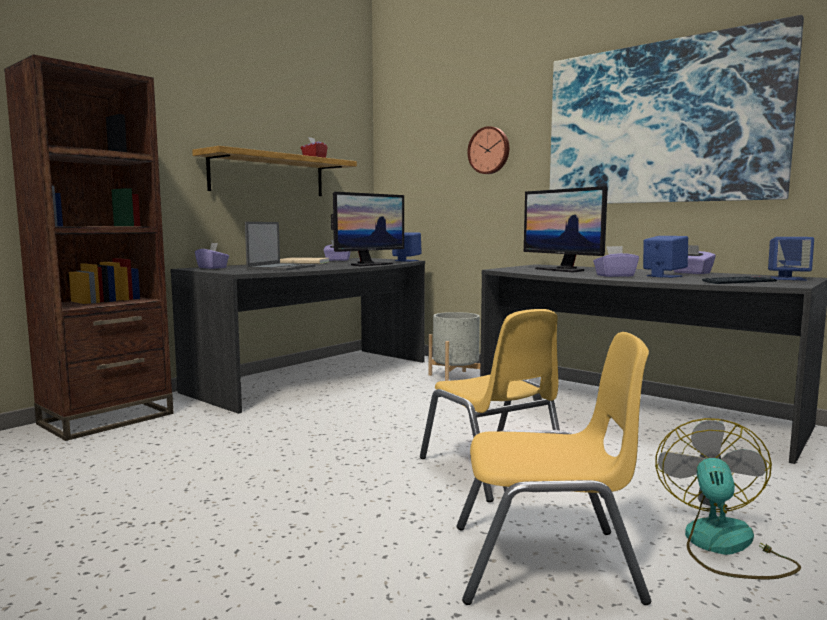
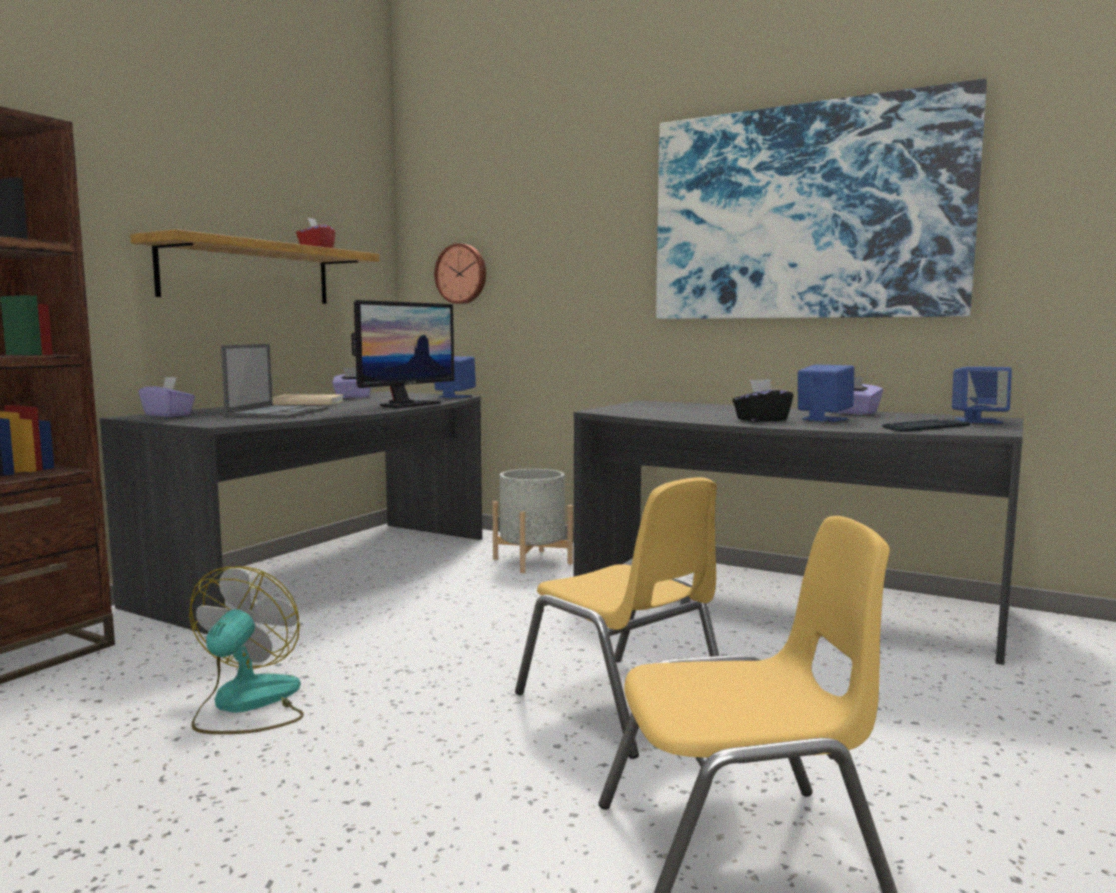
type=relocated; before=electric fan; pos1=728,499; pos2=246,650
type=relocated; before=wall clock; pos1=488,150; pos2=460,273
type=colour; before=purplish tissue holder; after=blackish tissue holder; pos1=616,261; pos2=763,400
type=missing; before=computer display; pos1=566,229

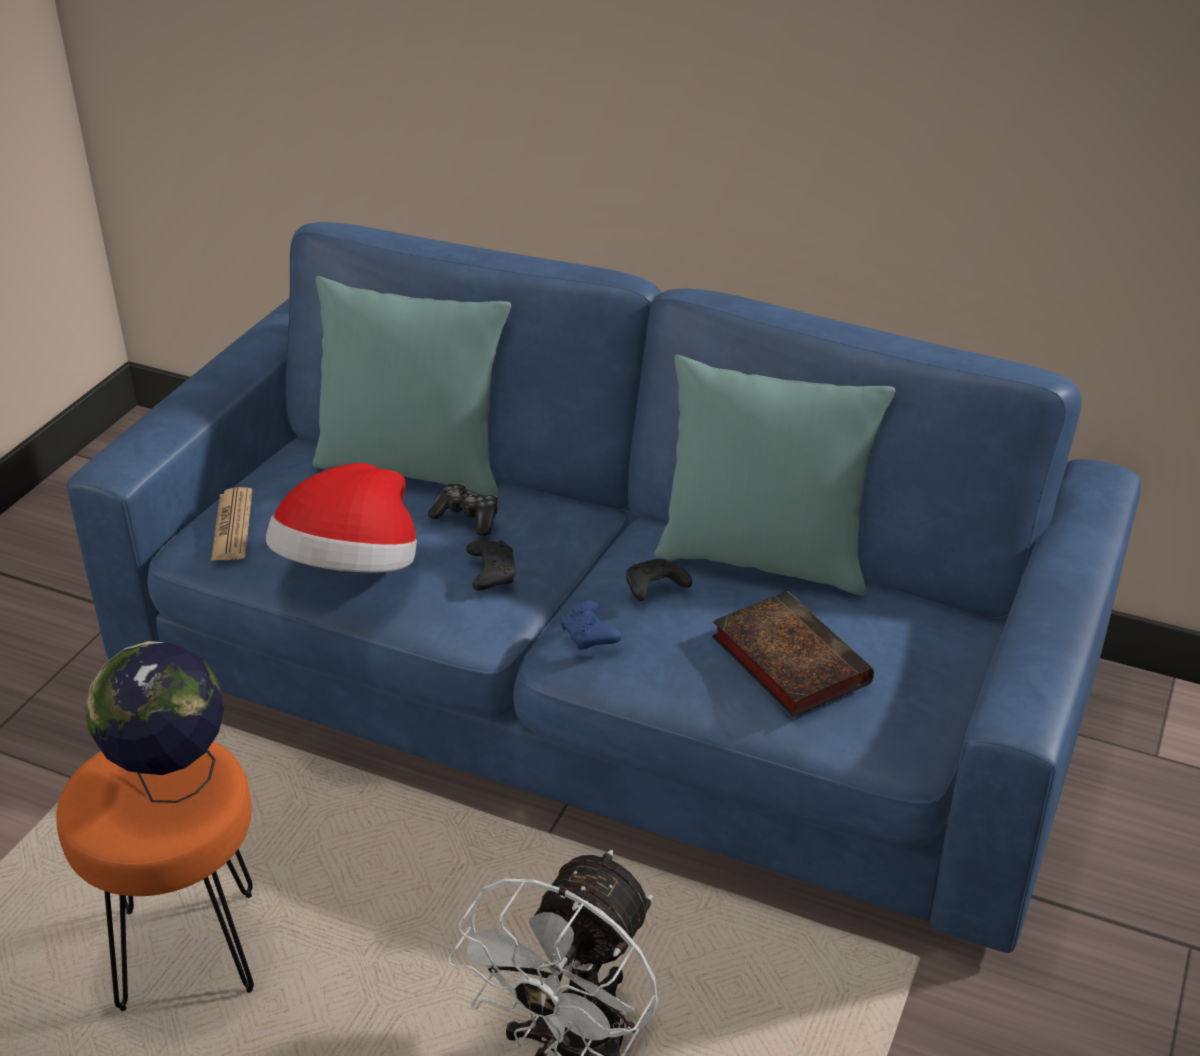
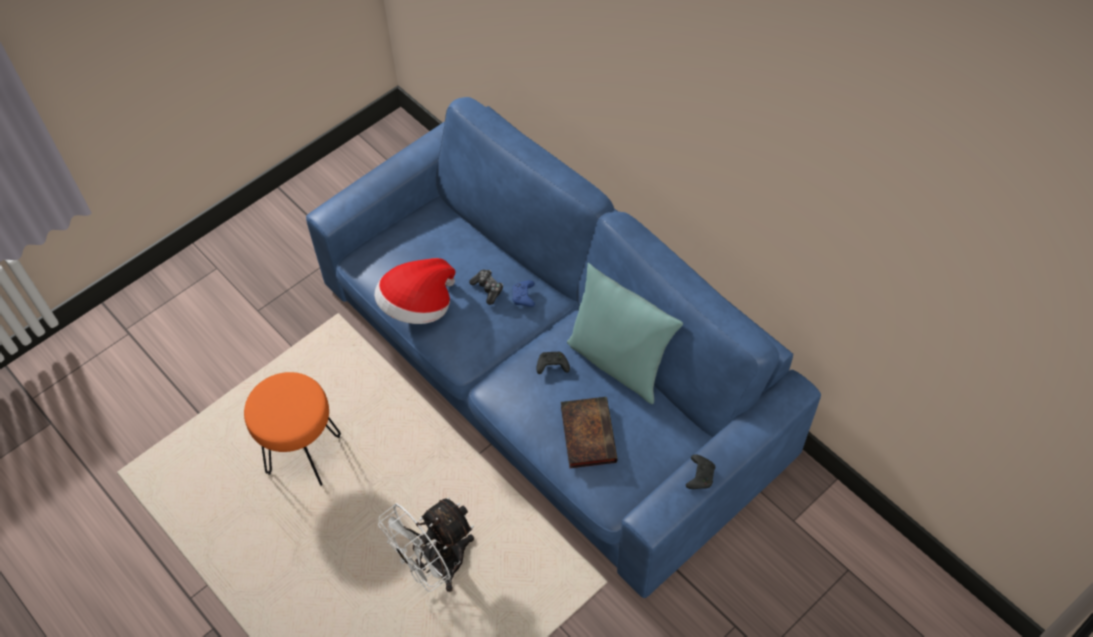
type=relocated; before=blue gamepad; pos1=590,625; pos2=523,293
type=relocated; before=blackish gamepad; pos1=491,565; pos2=700,471
type=missing; before=globe; pos1=154,722
type=missing; before=daily paper; pos1=232,524
type=missing; before=blue-green throw pillow; pos1=411,386

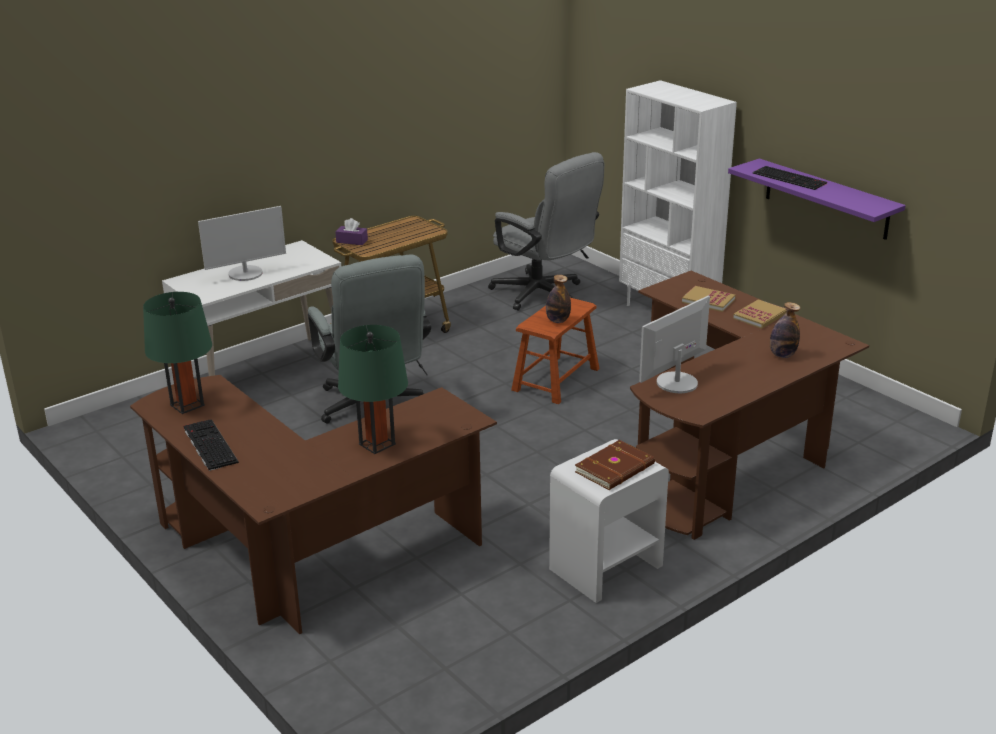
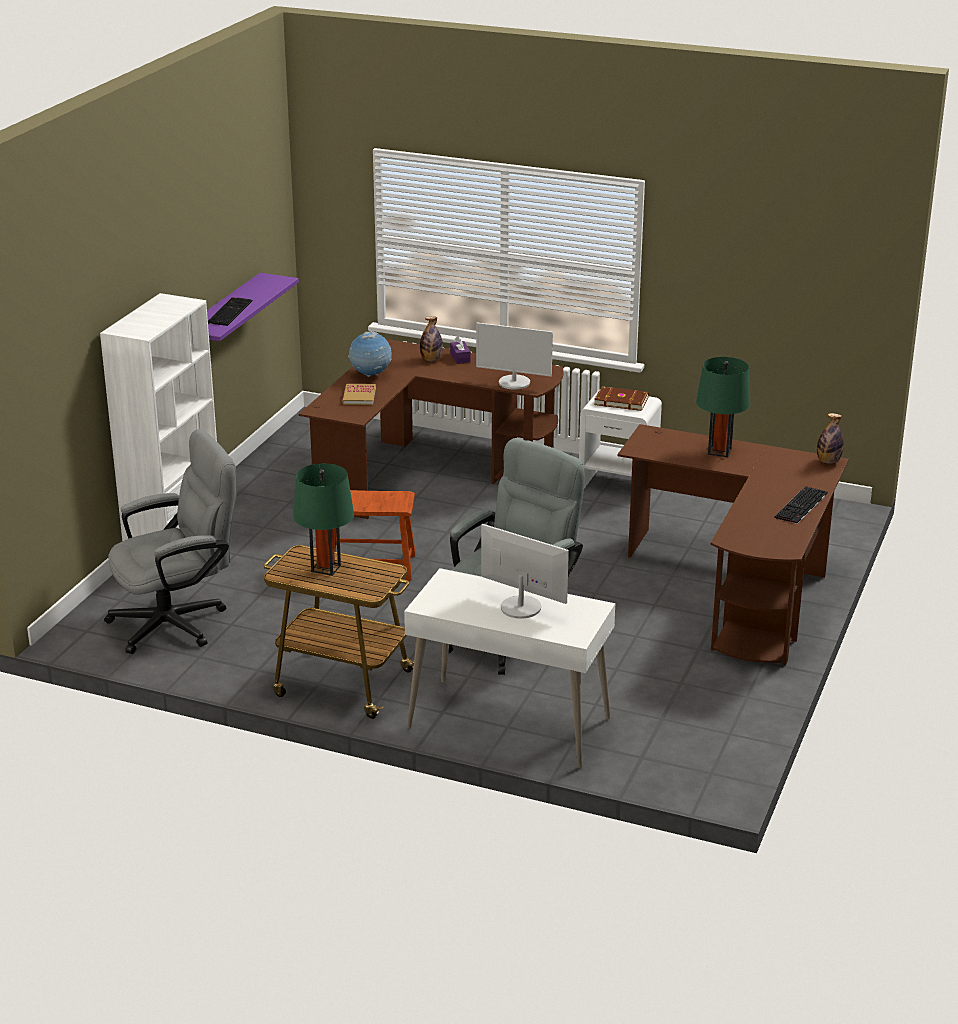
type=spun; before=greyish computer chair; pos1=546,231; pos2=170,541; turn=45
type=relocated; before=greenish tabletop lamp; pos1=177,353; pos2=323,519
type=exchanged; before=volume; after=globe; pos1=759,314; pos2=370,354
type=relocated; before=purplish tissue holder; pos1=351,231; pos2=460,350
type=relocated; before=drink bottle; pos1=558,299; pos2=830,438

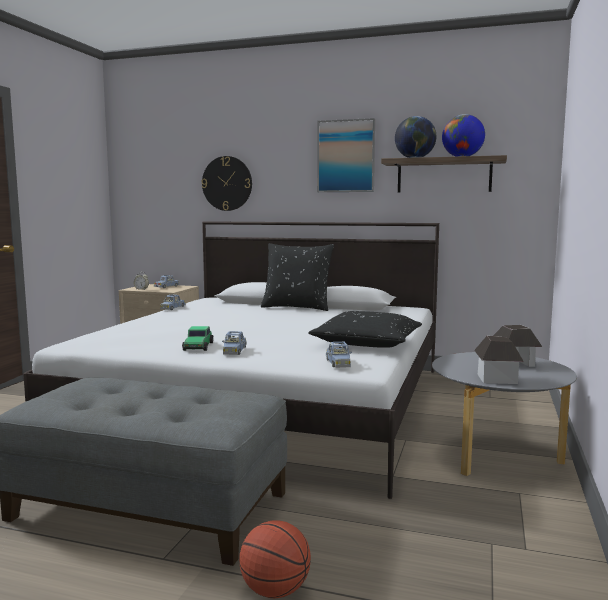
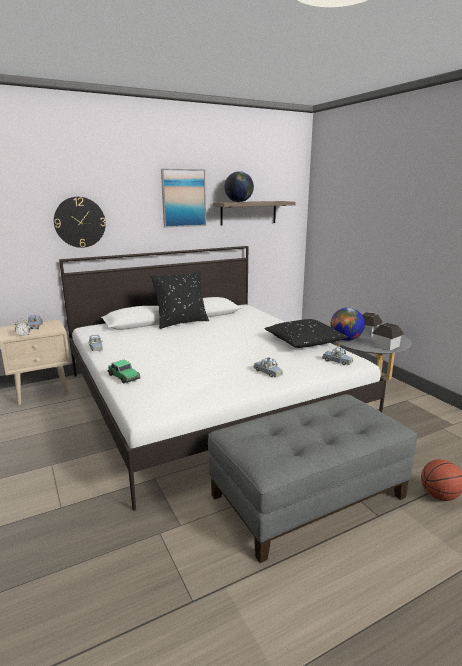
type=relocated; before=toy car; pos1=197,338; pos2=124,372
type=relocated; before=globe; pos1=463,135; pos2=347,324

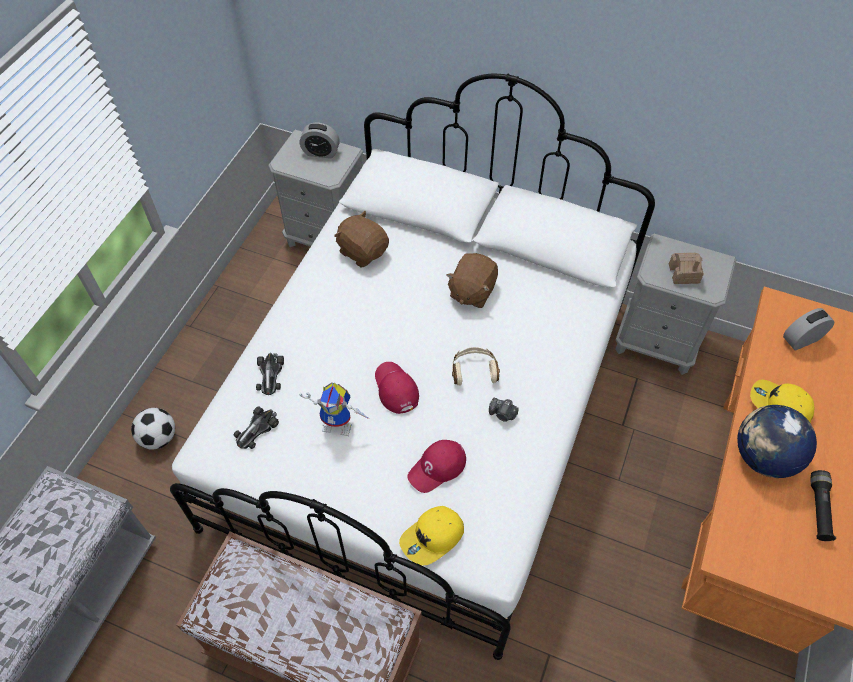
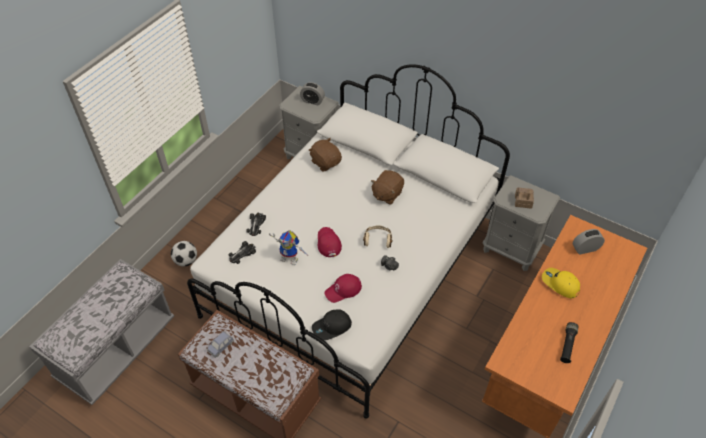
type=appeared; after=blue toy car; pos2=220,344
type=colour; before=yellow peaked cap; after=blackish peaked cap; pos1=431,535; pos2=332,324
type=missing; before=globe; pos1=777,441

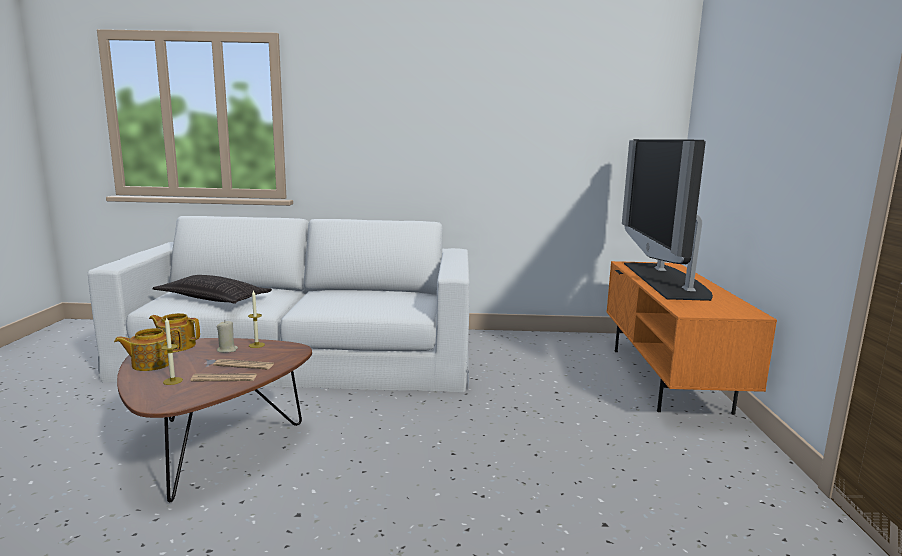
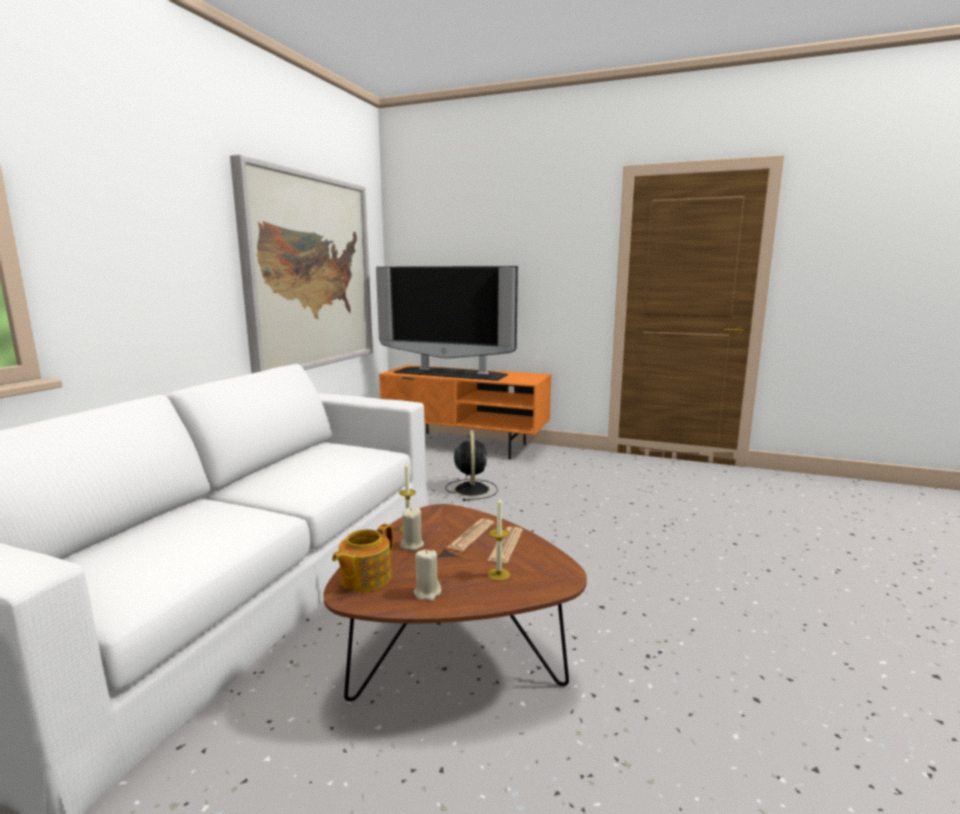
type=appeared; after=picture; pos2=301,264
type=exchanged; before=tea pot; after=beige-coloured wax candle; pos1=148,349; pos2=428,575
type=appeared; after=blackish electric fan; pos2=472,465
type=missing; before=throw pillow; pos1=212,289

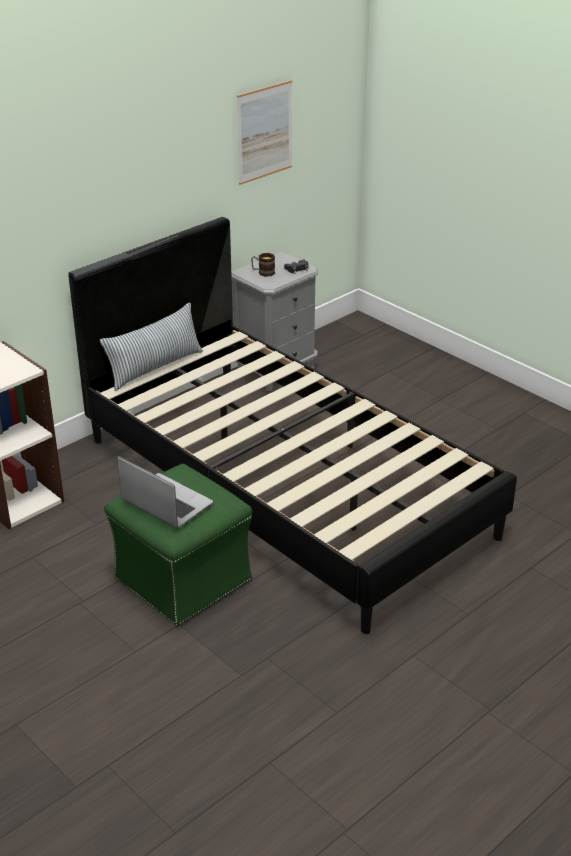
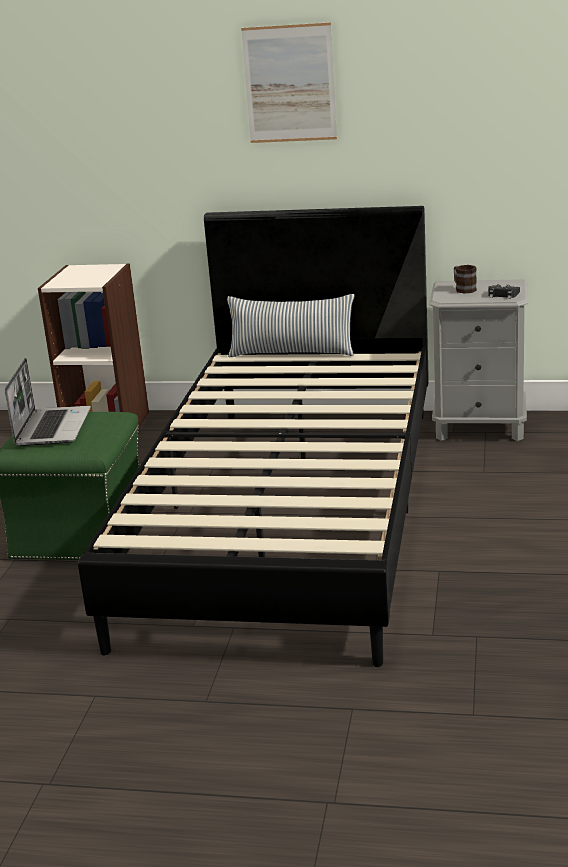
type=relocated; before=picture; pos1=264,132; pos2=289,82

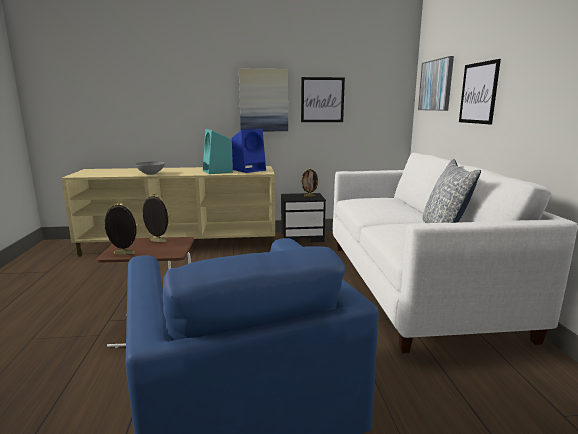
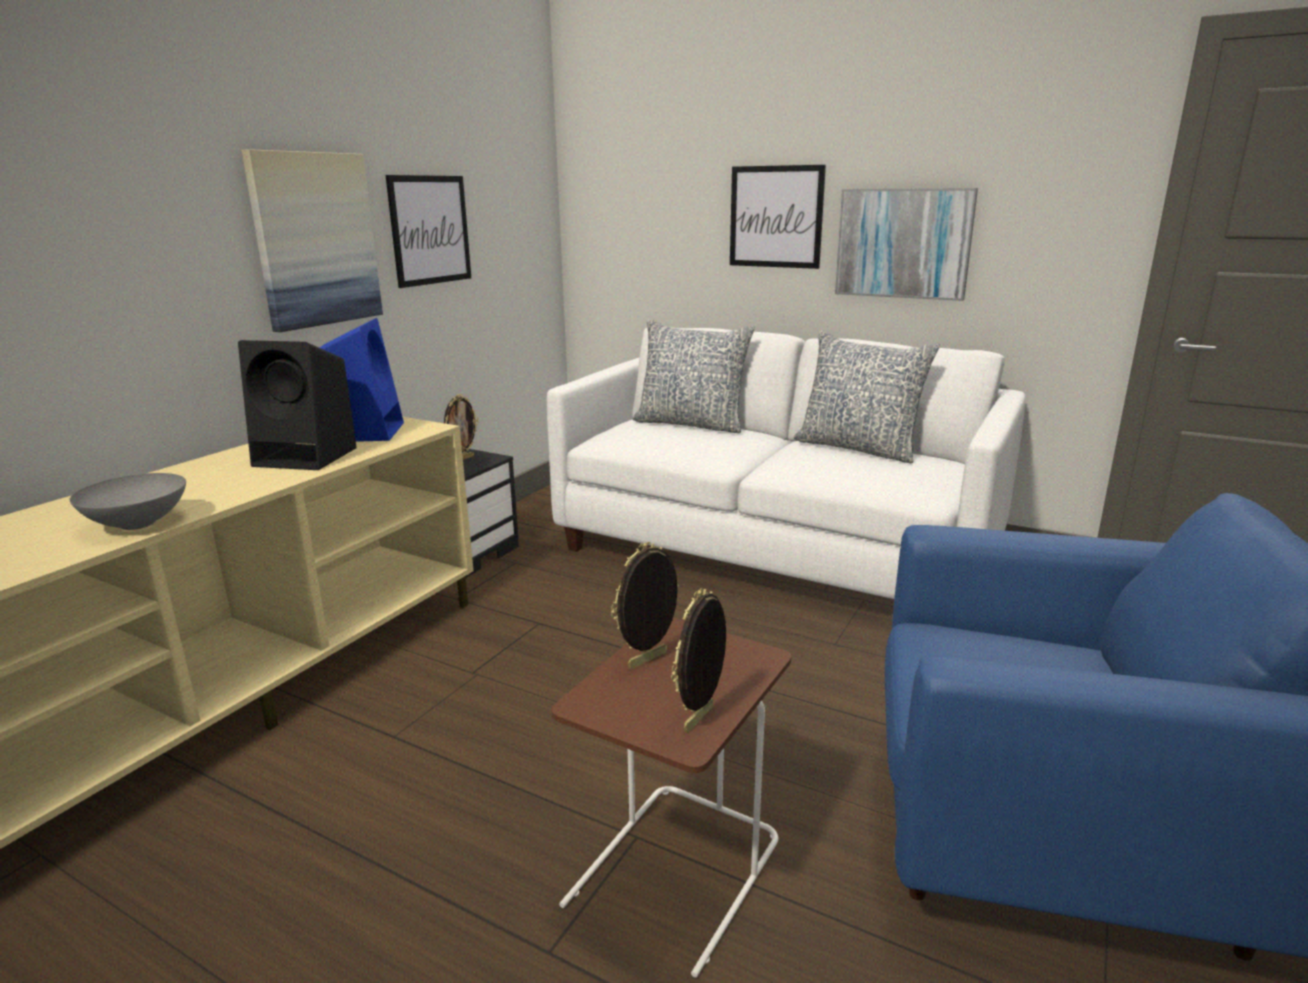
type=colour; before=blue-green audio speaker; after=blackish audio speaker; pos1=218,151; pos2=297,405
type=appeared; after=throw pillow; pos2=694,376
type=relocated; before=picture; pos1=436,83; pos2=906,244

